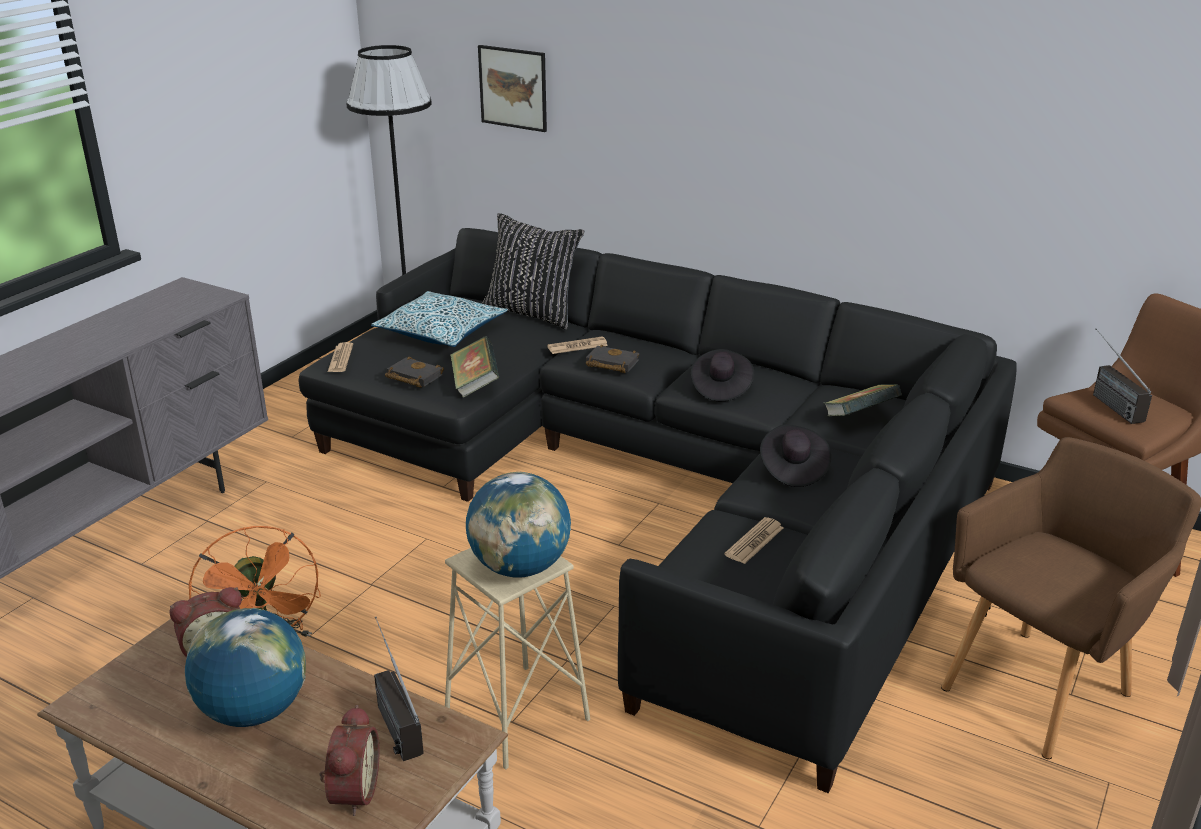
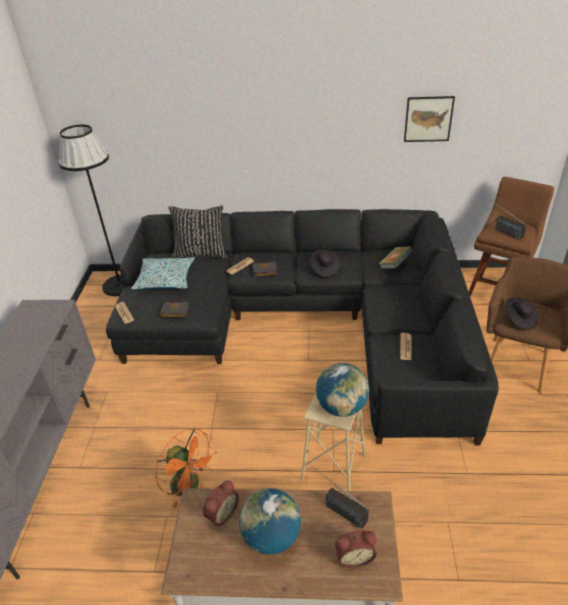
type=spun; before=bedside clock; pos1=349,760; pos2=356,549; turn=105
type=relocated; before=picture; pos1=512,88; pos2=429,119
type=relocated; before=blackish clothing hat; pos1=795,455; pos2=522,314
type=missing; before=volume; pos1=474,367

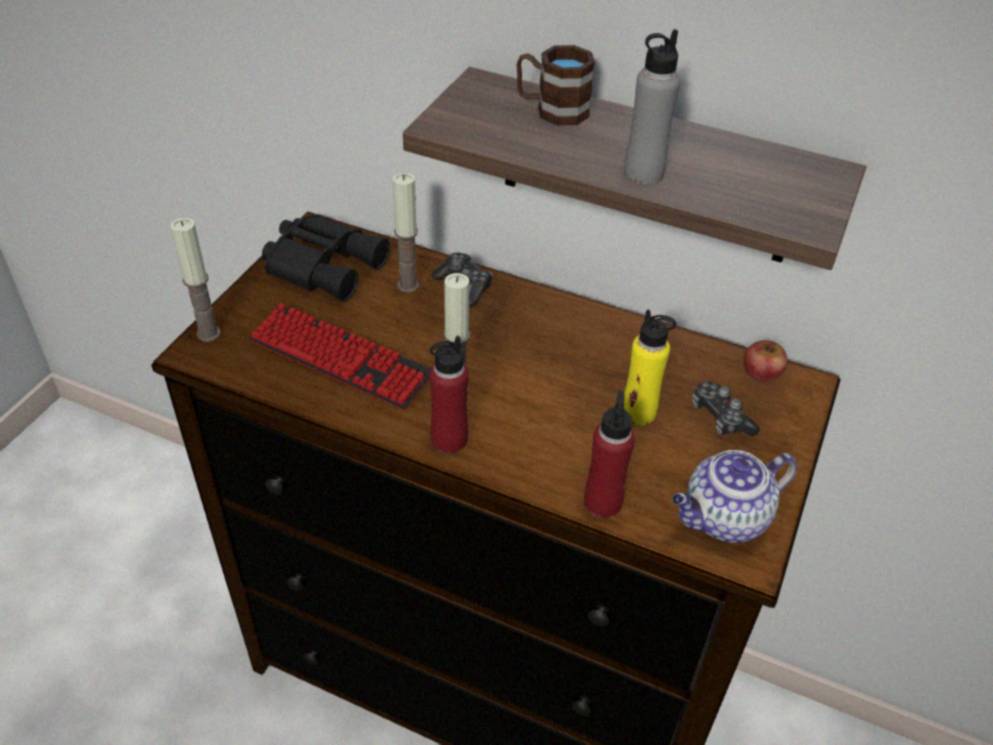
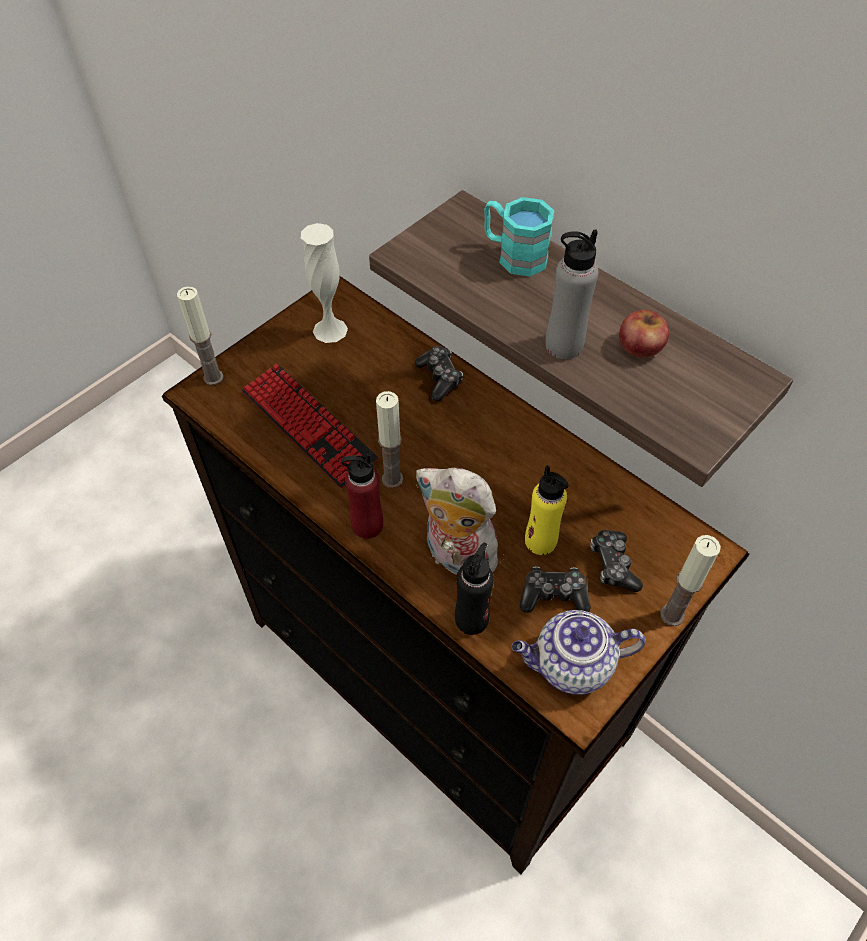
type=exchanged; before=blackish field glasses; after=white flower vase; pos1=326,258; pos2=324,283
type=appeared; after=plush toy; pos2=458,525
type=colour; before=red-coloured drink bottle; after=blackish drink bottle; pos1=609,454; pos2=474,589
type=colour; before=brown tea mug; after=blue-green tea mug; pos1=556,85; pos2=519,237
type=appeared; after=gamepad; pos2=555,589
type=relocated; before=apple; pos1=765,361; pos2=644,334
type=relocated; before=wax candle; pos1=405,233; pos2=690,580

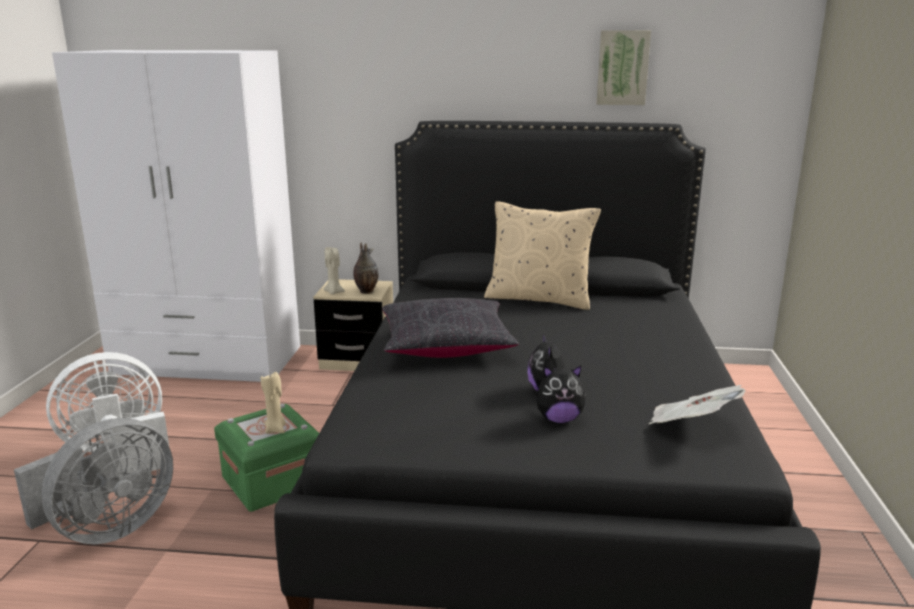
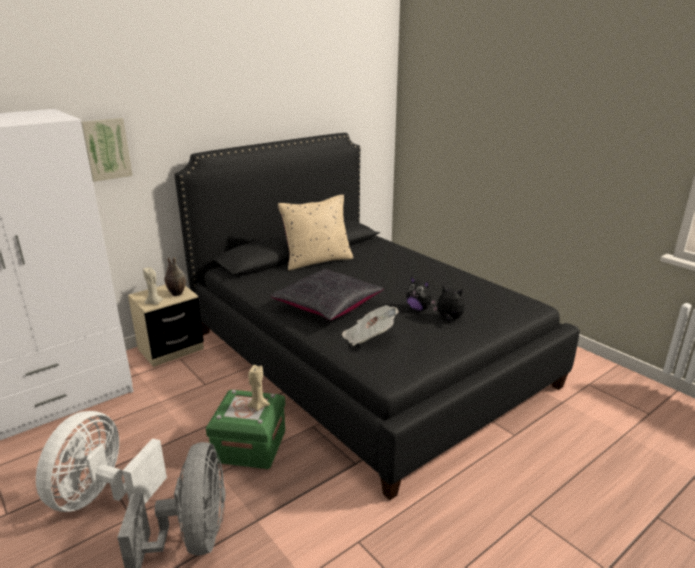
type=relocated; before=picture; pos1=624,67; pos2=107,150
type=relocated; before=daily paper; pos1=697,404; pos2=370,325
type=spun; before=plush toy; pos1=561,394; pos2=449,303; turn=-105

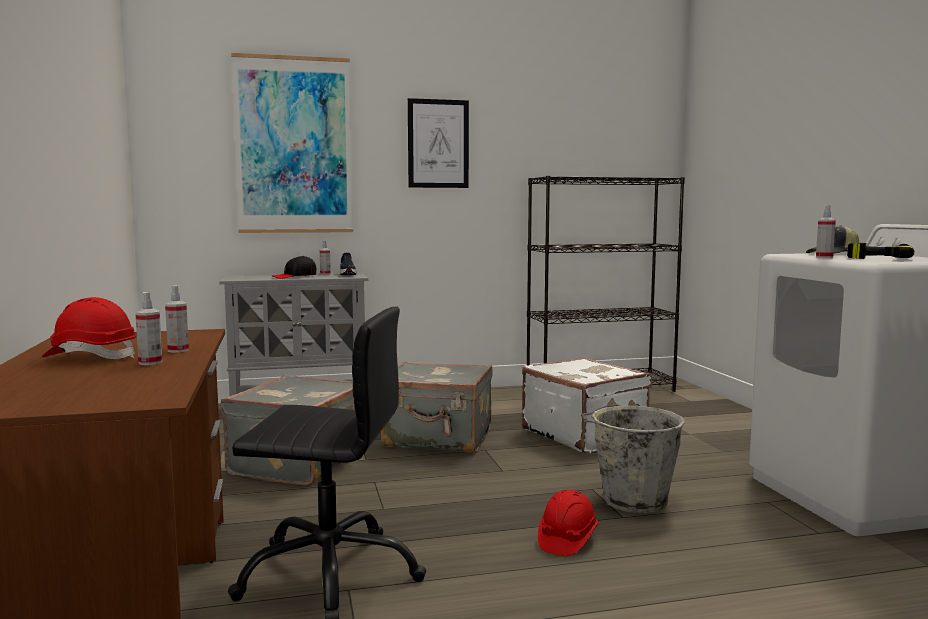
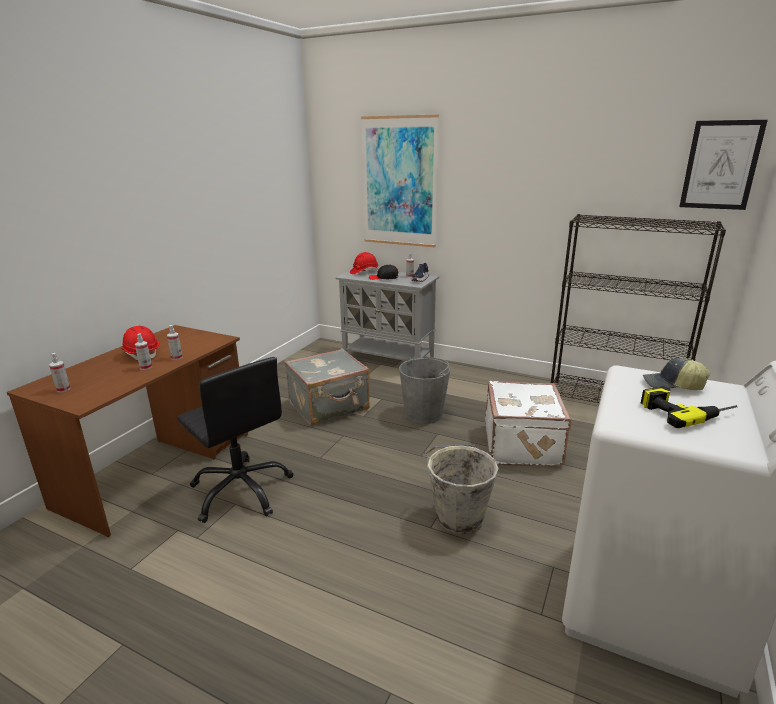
type=relocated; before=spray bottle; pos1=826,231; pos2=60,372
type=relocated; before=red-coloured hard hat; pos1=568,523; pos2=364,263
type=exchanged; before=greyish travel case; after=greyish bucket; pos1=437,407; pos2=424,390
type=relocated; before=picture; pos1=438,143; pos2=723,165

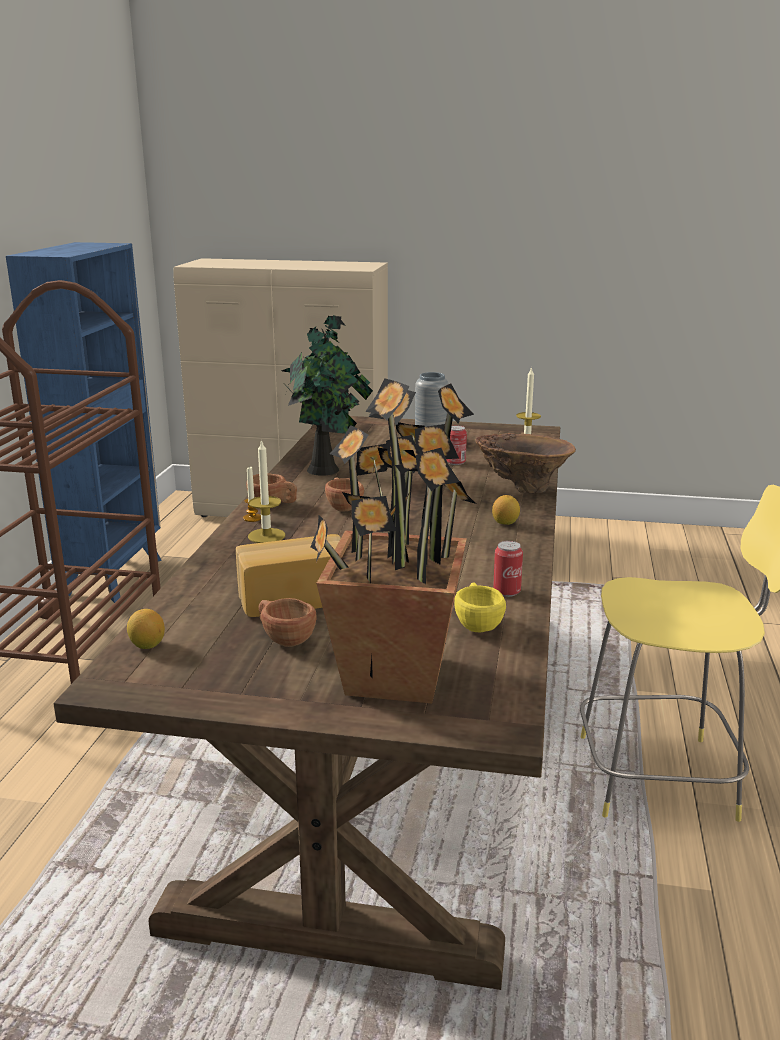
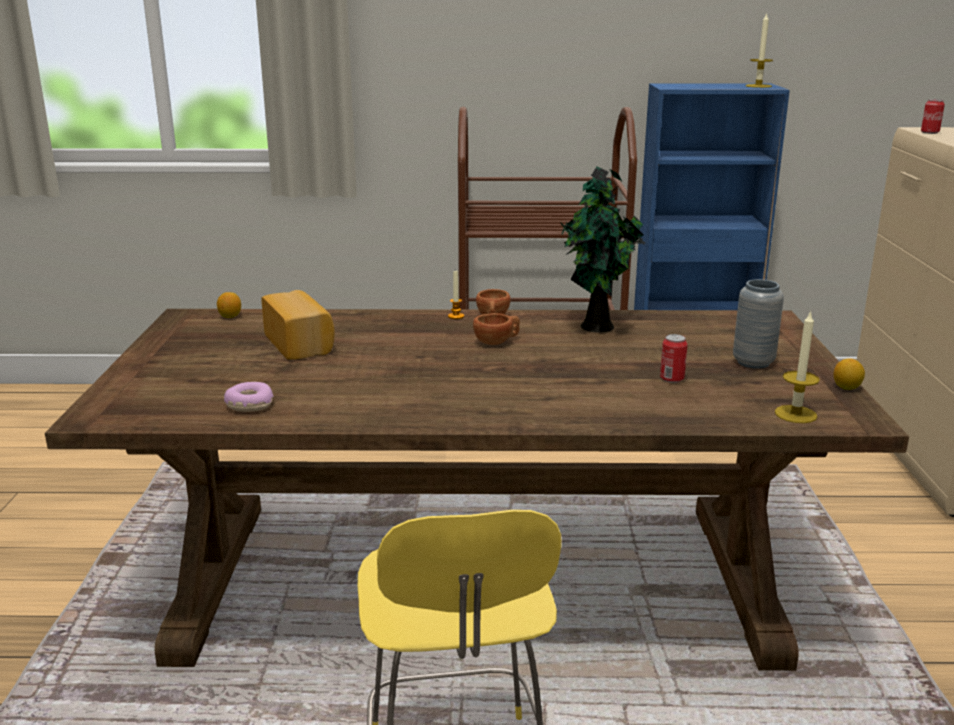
type=exchanged; before=yellow cup; after=doughnut; pos1=480,607; pos2=248,397
type=relocated; before=wax candle; pos1=266,491; pos2=759,50
type=relocated; before=lemon; pos1=506,510; pos2=849,374
type=relocated; before=sealed can; pos1=508,569; pos2=933,116
type=missing; before=brown cup; pos1=287,622
type=missing; before=potted plant; pos1=393,540
type=missing; before=brown flower vase; pos1=525,463

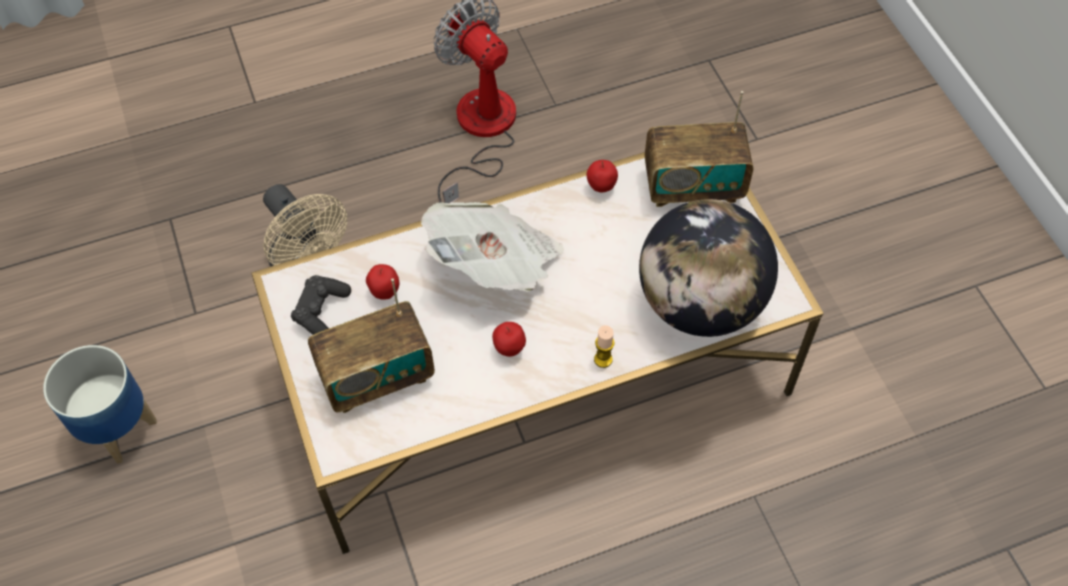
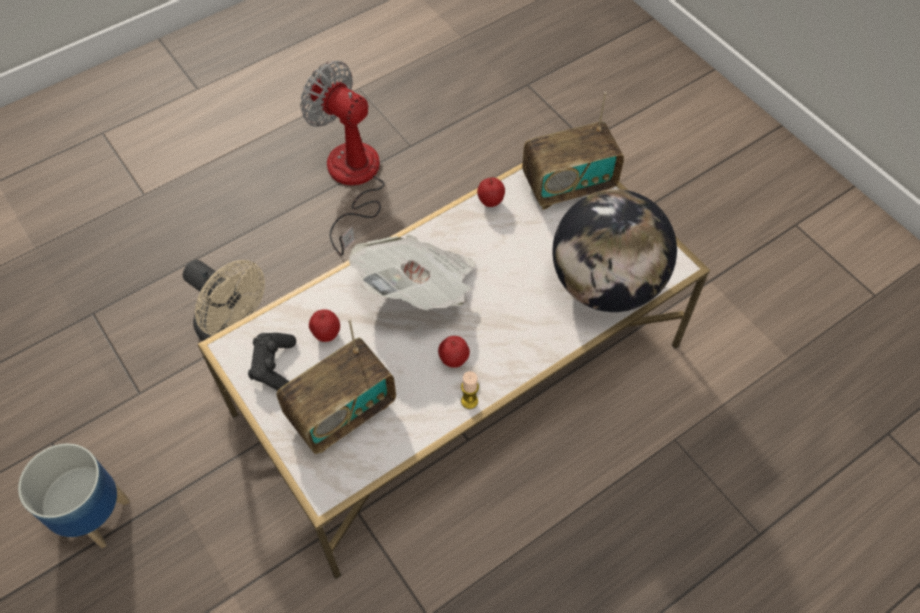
type=relocated; before=wax candle; pos1=604,346; pos2=470,390

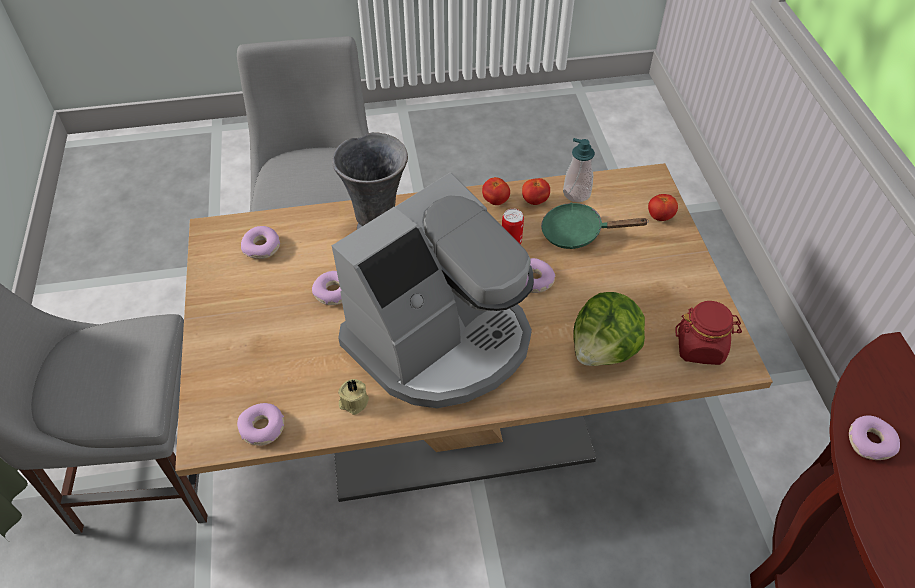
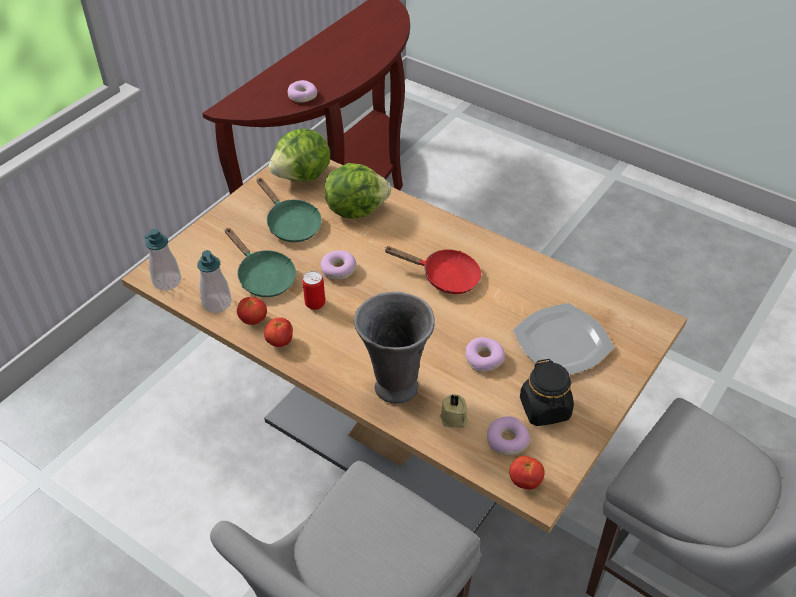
type=appeared; after=soap dispenser; pos2=162,259
type=appeared; after=greenish frying pan; pos2=289,210
type=exchanged; before=red-coloured jar; after=lettuce; pos1=708,333; pos2=299,155
type=exchanged; before=coffee machine; after=red-coloured frying pan; pos1=433,290; pos2=432,270
type=relocated; before=beige-coloured wax candle; pos1=353,397; pos2=454,411
type=relocated; before=tomato; pos1=663,207; pos2=527,473
type=appeared; after=flat dish; pos2=563,339
type=appeared; after=blackish jar; pos2=547,392
type=missing; before=doughnut; pos1=260,424

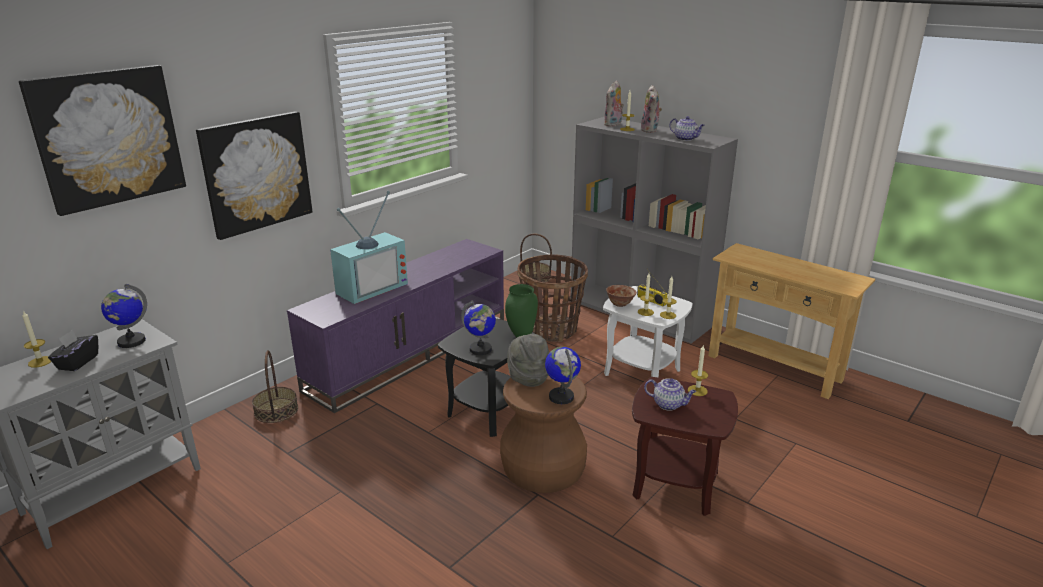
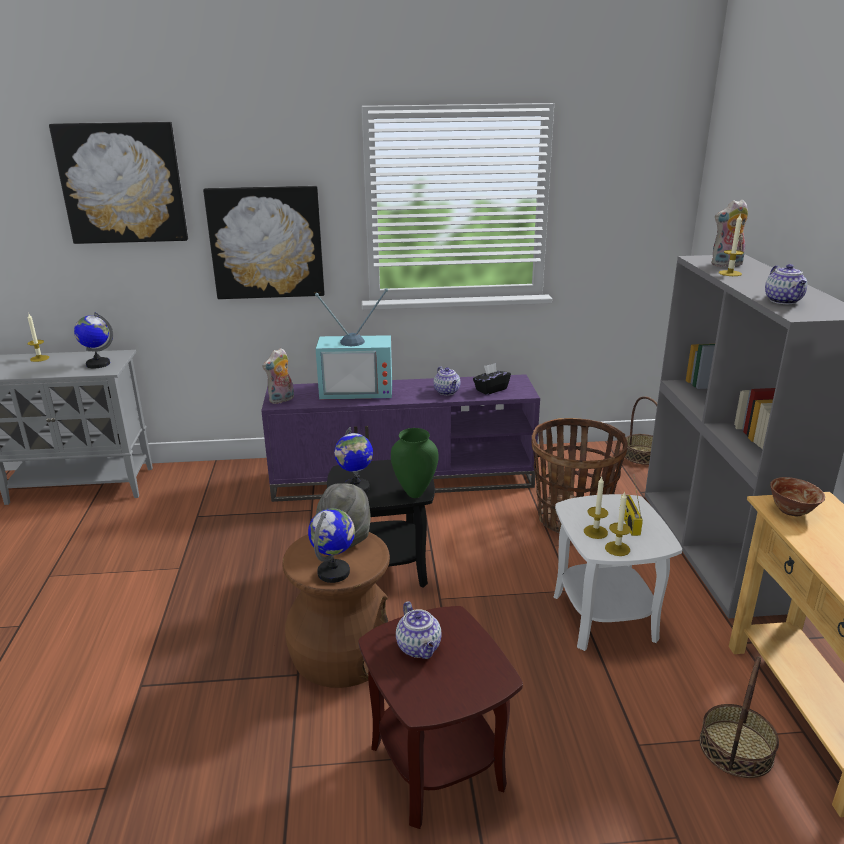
type=relocated; before=plush toy; pos1=651,109; pos2=278,376
type=appeared; after=tea pot; pos2=447,381
type=relocated; before=blackish tissue holder; pos1=73,350; pos2=492,379
type=relocated; before=household basket; pos1=275,386; pos2=739,717
type=relocated; before=serving bowl; pos1=621,296; pos2=797,496
type=missing; before=wax candle; pos1=698,370

